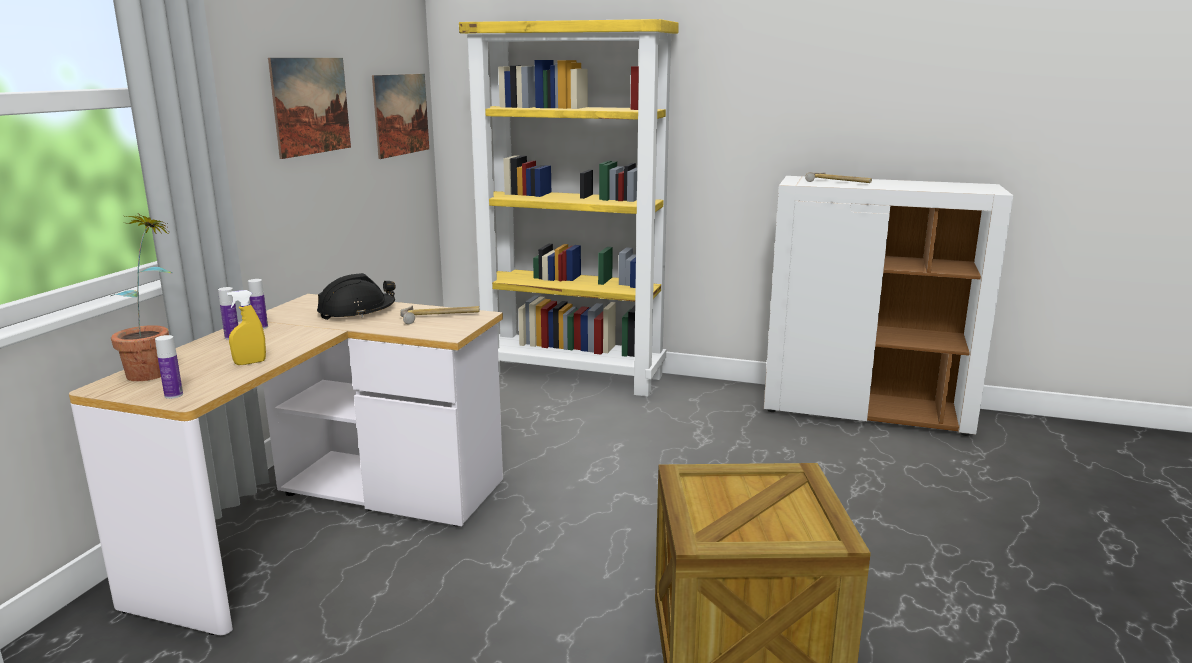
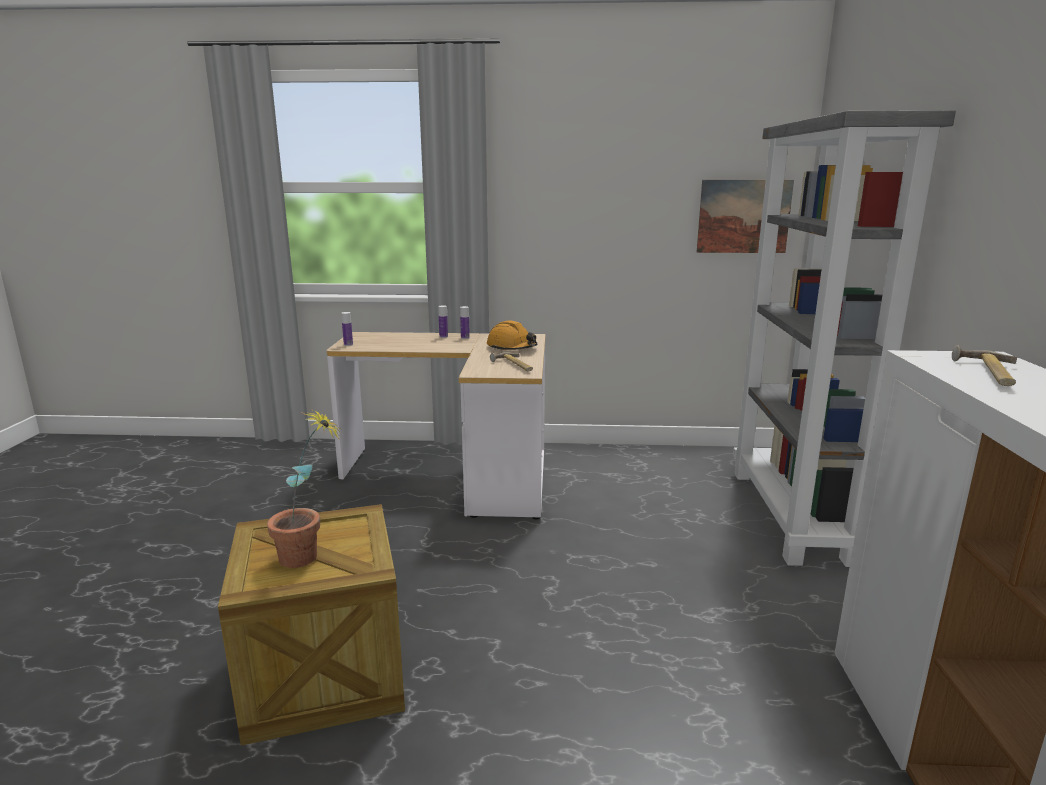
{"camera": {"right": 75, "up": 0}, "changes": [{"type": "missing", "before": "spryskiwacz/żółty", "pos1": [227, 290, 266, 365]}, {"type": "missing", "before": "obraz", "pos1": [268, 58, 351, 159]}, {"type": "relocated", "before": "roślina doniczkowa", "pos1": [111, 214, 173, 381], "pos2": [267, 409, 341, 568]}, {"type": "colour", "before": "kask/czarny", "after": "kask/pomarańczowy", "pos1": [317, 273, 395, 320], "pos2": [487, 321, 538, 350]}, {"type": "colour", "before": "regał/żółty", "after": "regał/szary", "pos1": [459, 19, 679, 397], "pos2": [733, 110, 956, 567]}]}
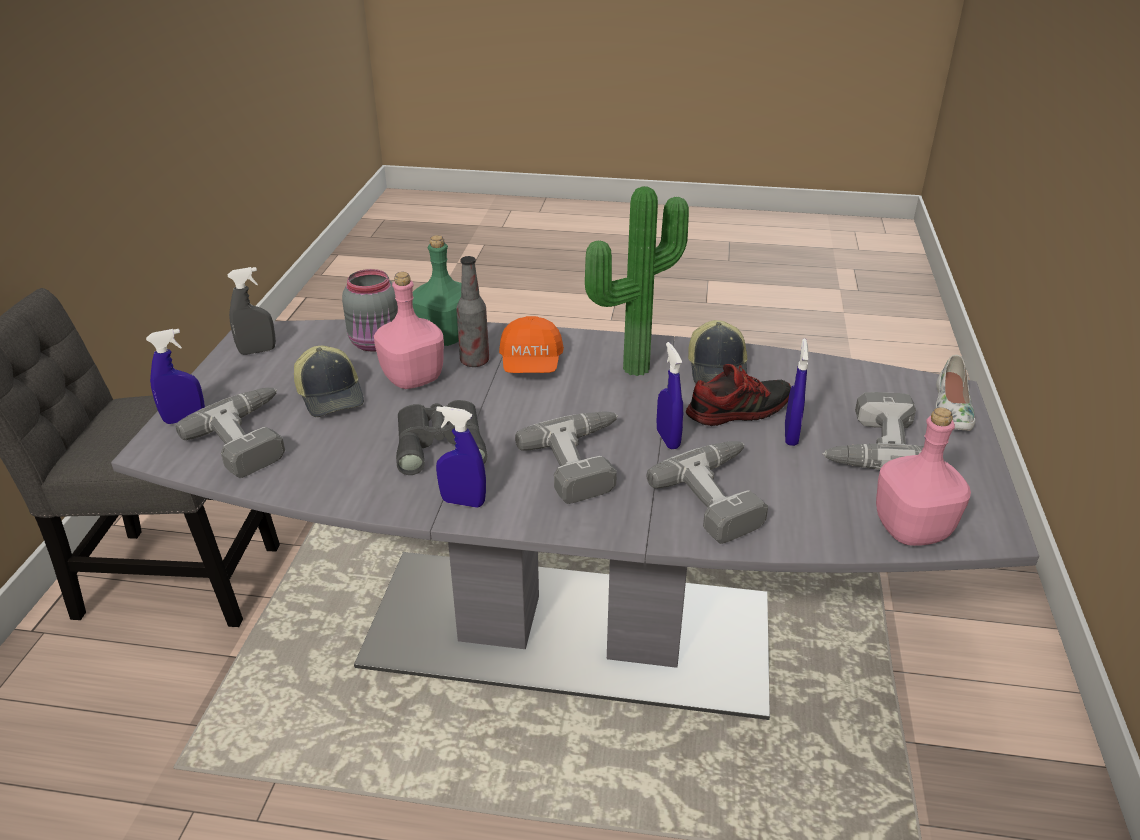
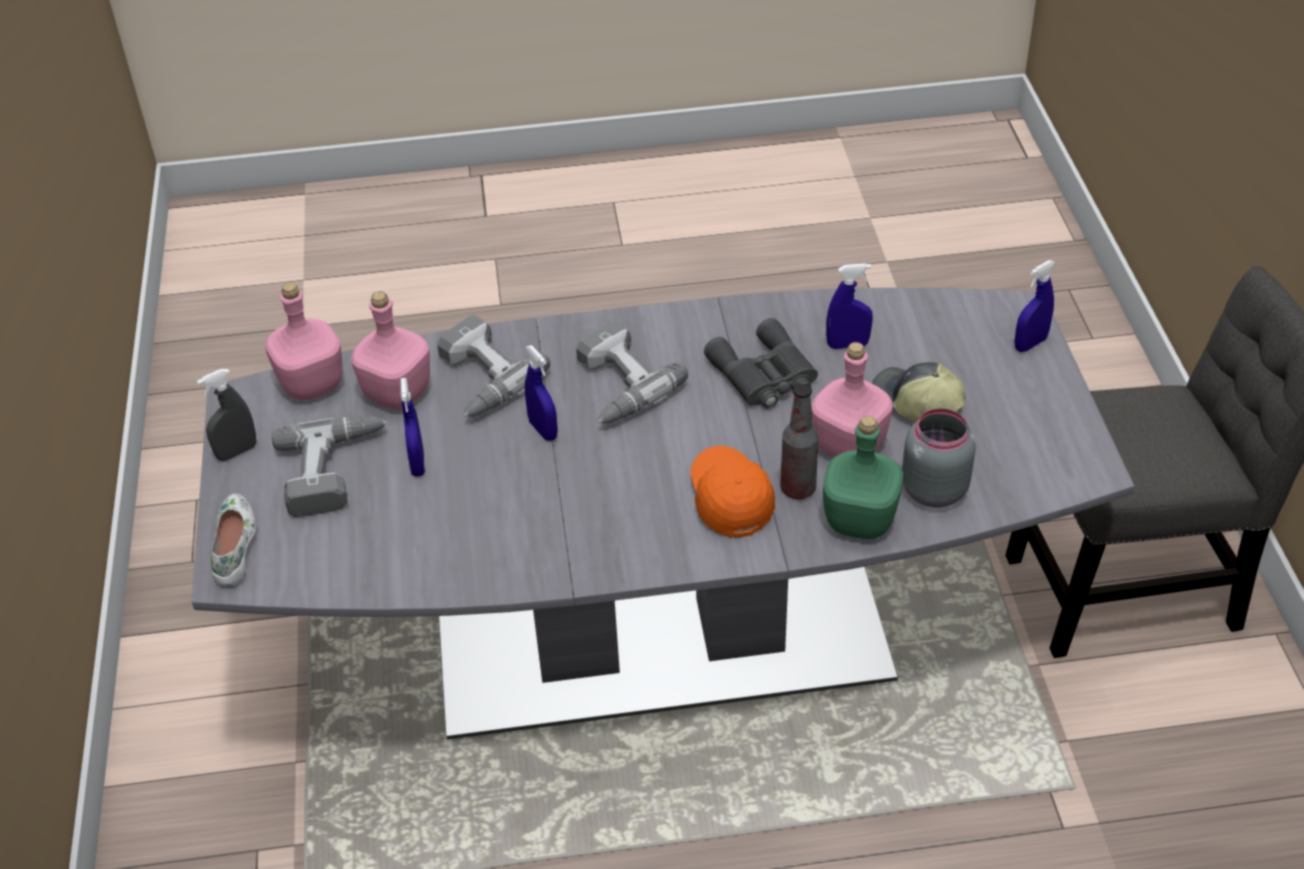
{"camera": {"right": 165, "up": 10}, "changes": [{"type": "missing", "before": "wiertarka", "pos1": [176, 388, 285, 478]}, {"type": "missing", "before": "roślina doniczkowa", "pos1": [585, 186, 689, 376]}, {"type": "missing", "before": "but", "pos1": [686, 364, 791, 426]}, {"type": "missing", "before": "czapka z daszkiem", "pos1": [688, 320, 747, 383]}, {"type": "appeared", "after": "butelka/różowy", "pos2": [351, 291, 430, 409]}, {"type": "relocated", "before": "spryskiwacz/szary", "pos1": [227, 267, 276, 355], "pos2": [197, 369, 256, 461]}, {"type": "relocated", "before": "spryskiwacz/niebieski", "pos1": [436, 406, 486, 508], "pos2": [826, 264, 873, 349]}]}
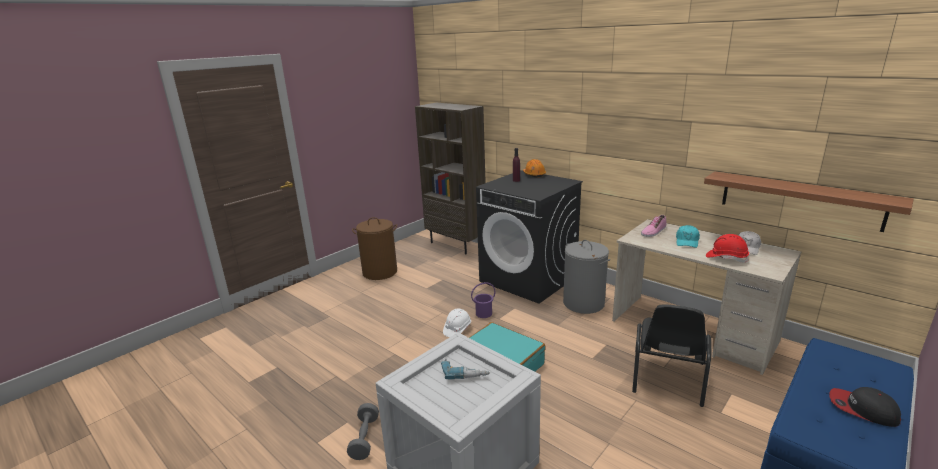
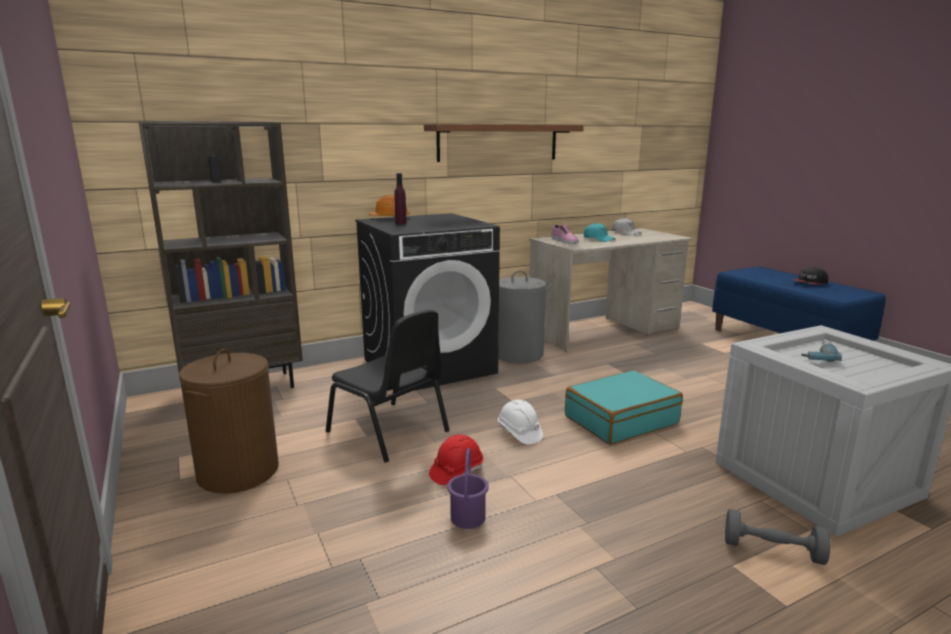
{"camera": {"right": -70, "up": -5}, "changes": [{"type": "relocated", "before": "wiadro/fioletowy", "pos1": [471, 282, 496, 318], "pos2": [447, 448, 489, 529]}, {"type": "relocated", "before": "krzesło/czarny", "pos1": [632, 304, 711, 407], "pos2": [326, 310, 449, 462]}, {"type": "relocated", "before": "półka", "pos1": [704, 172, 914, 232], "pos2": [424, 124, 584, 162]}, {"type": "relocated", "before": "kask/czerwony", "pos1": [706, 234, 749, 263], "pos2": [429, 434, 484, 485]}]}
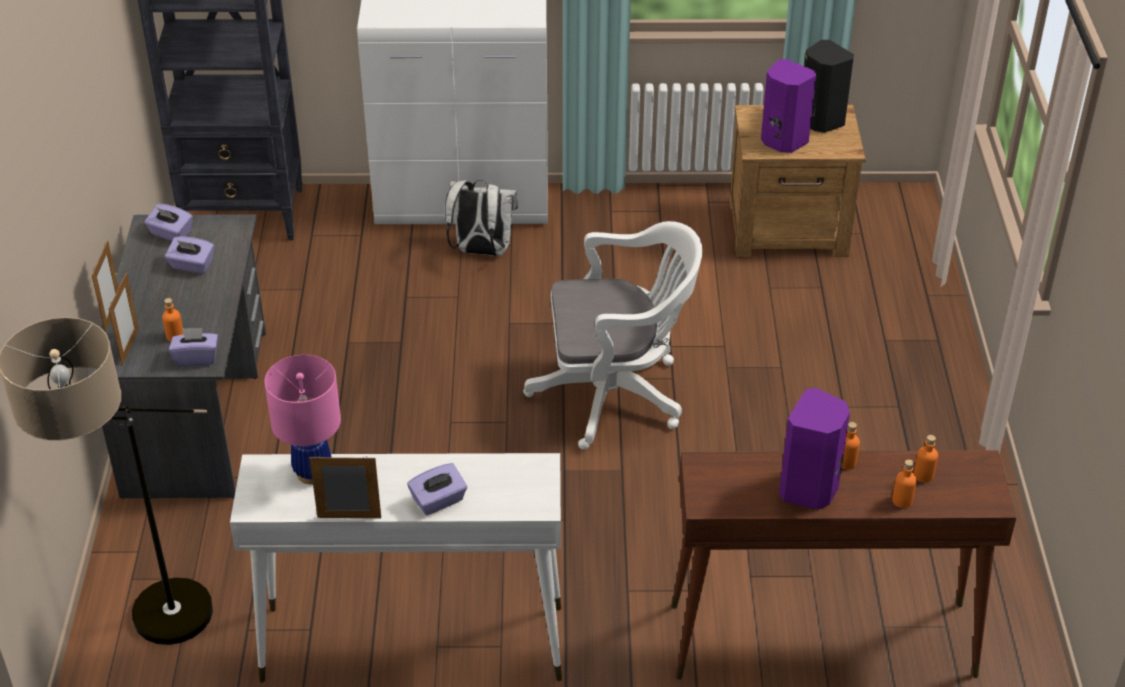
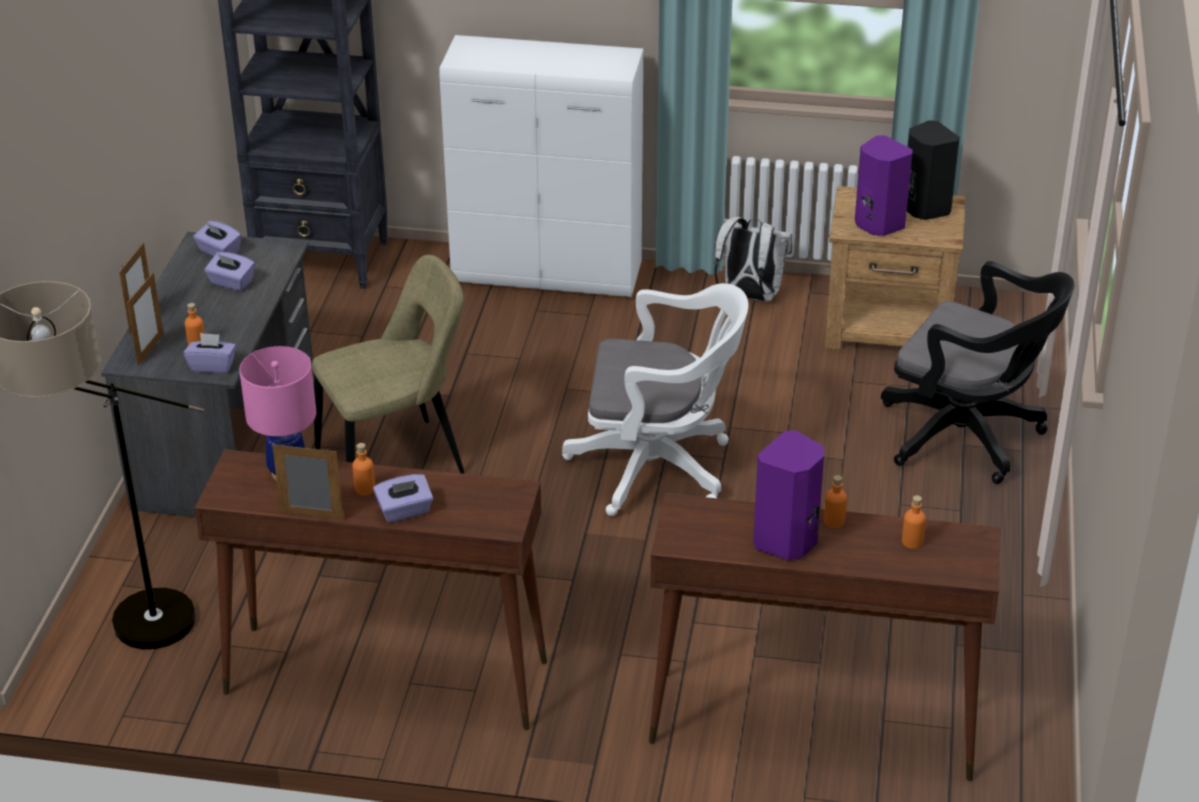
{"camera": {"right": 10, "up": -5}, "changes": [{"type": "appeared", "after": "krzesło/beżowy", "pos2": [312, 255, 465, 474]}, {"type": "appeared", "after": "krzesło biurowe/czarny", "pos2": [881, 261, 1075, 484]}, {"type": "relocated", "before": "plecak/biały", "pos1": [445, 180, 518, 256], "pos2": [714, 217, 792, 301]}, {"type": "relocated", "before": "butelka/pomarańczowy", "pos1": [892, 459, 917, 508], "pos2": [352, 443, 375, 495]}, {"type": "colour", "before": "stolik konsolowy/biały", "after": "stolik konsolowy/brązowy", "pos1": [230, 453, 562, 683], "pos2": [194, 450, 547, 730]}]}
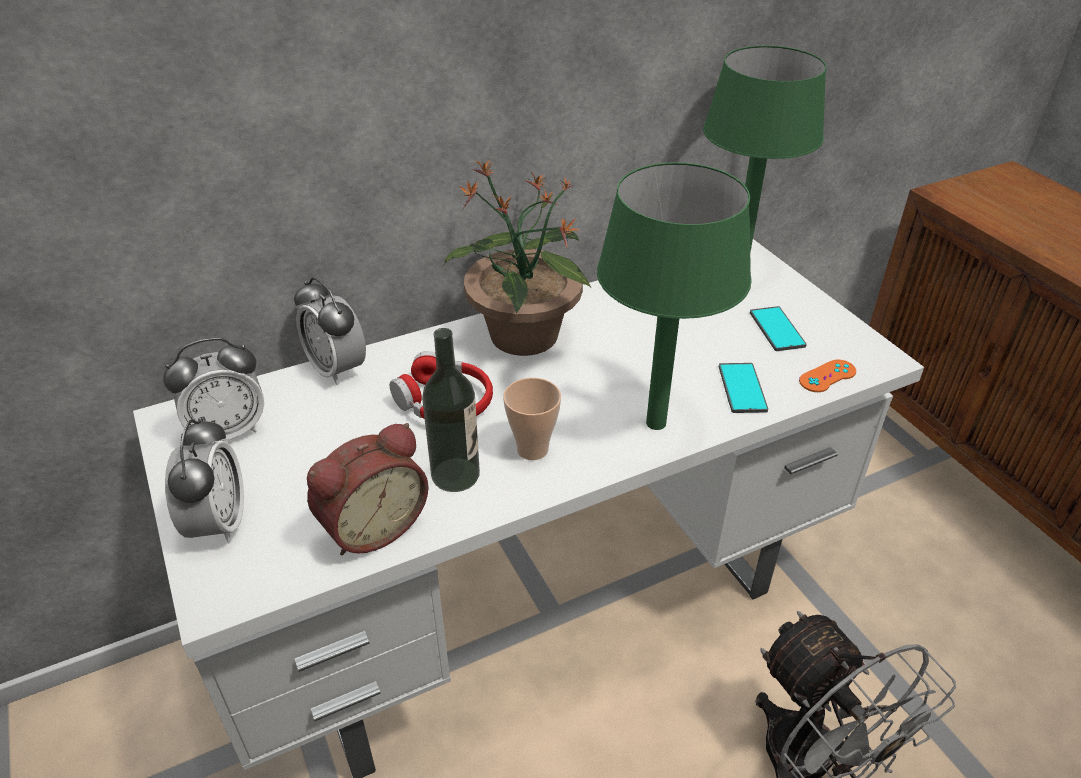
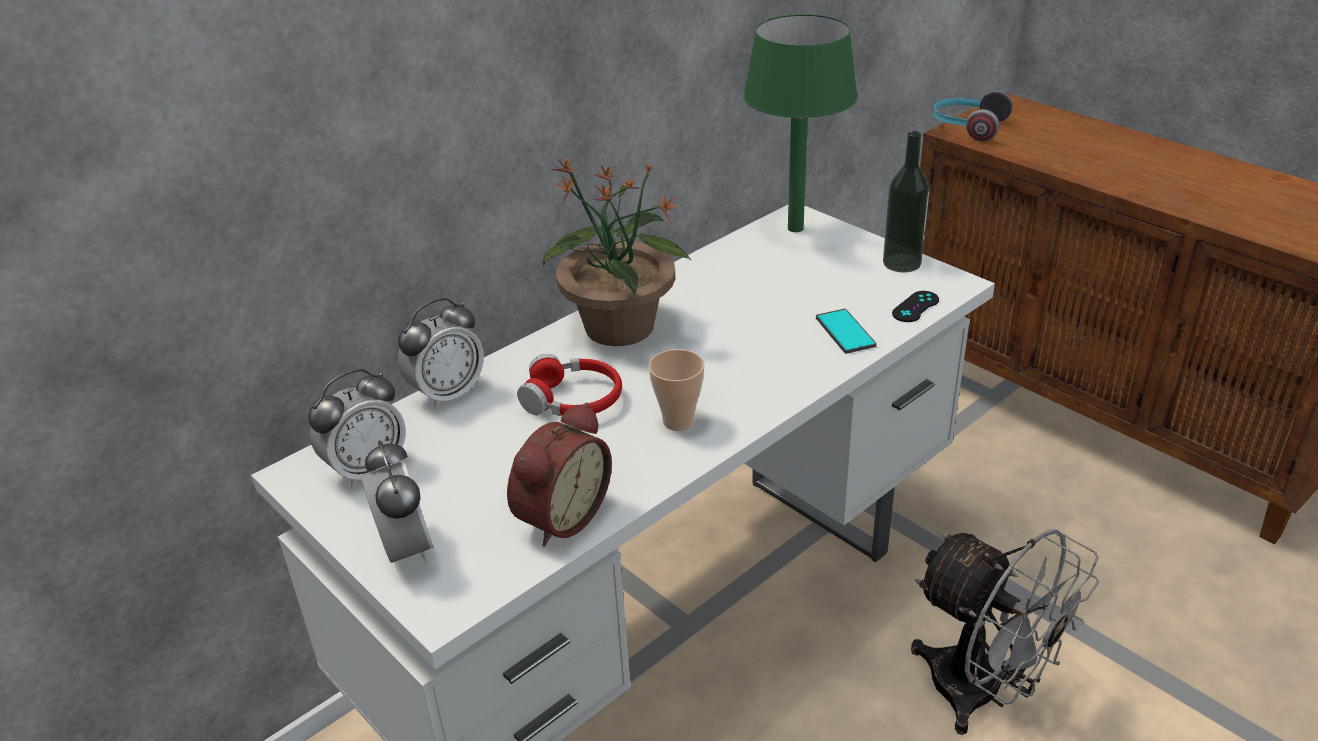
{"camera": {"right": -15, "up": -5}, "changes": [{"type": "missing", "before": "lampa stołowa/zielony", "pos1": [597, 162, 752, 430]}, {"type": "missing", "before": "telefon", "pos1": [750, 306, 807, 351]}, {"type": "appeared", "after": "słuchawki", "pos2": [933, 91, 1012, 141]}, {"type": "relocated", "before": "butelka", "pos1": [422, 328, 480, 492], "pos2": [883, 131, 930, 273]}, {"type": "colour", "before": "pad do gier/pomarańczowy", "after": "pad do gier/czarny", "pos1": [799, 359, 856, 392], "pos2": [892, 291, 939, 322]}, {"type": "spun", "before": "budzik", "pos1": [294, 277, 366, 385], "pos2": [398, 298, 484, 409], "turn": -75}]}
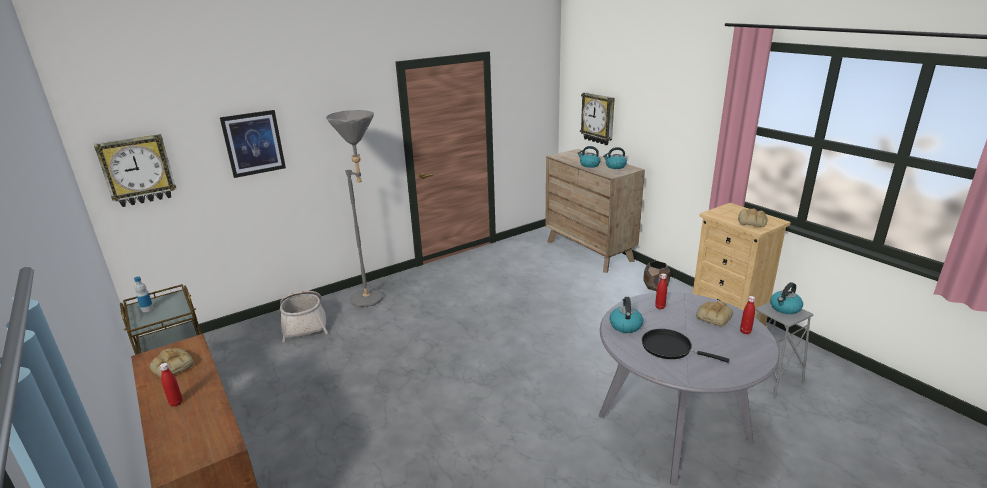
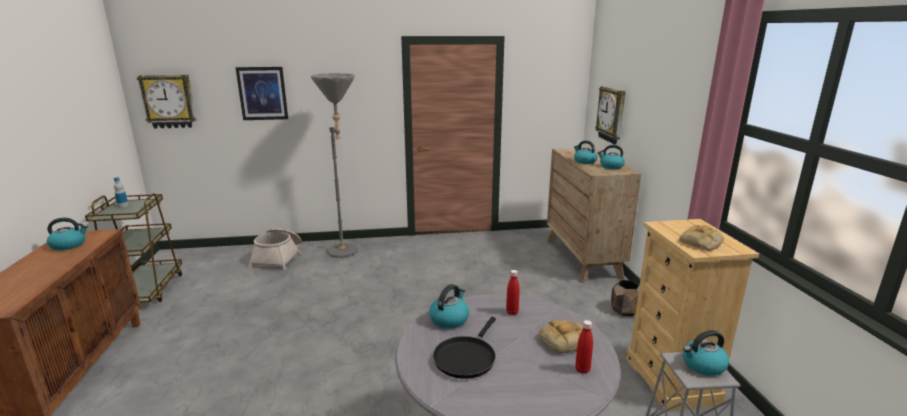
{"camera": {"right": 25, "up": -5}, "changes": [{"type": "missing", "before": "butelka/czerwony", "pos1": [159, 363, 183, 407]}, {"type": "exchanged", "before": "chleb", "after": "czajnik", "pos1": [150, 348, 194, 378], "pos2": [47, 218, 88, 250]}, {"type": "spun", "before": "patelnia/czarny", "pos1": [642, 329, 730, 363], "pos2": [433, 317, 496, 379], "turn": -120}]}
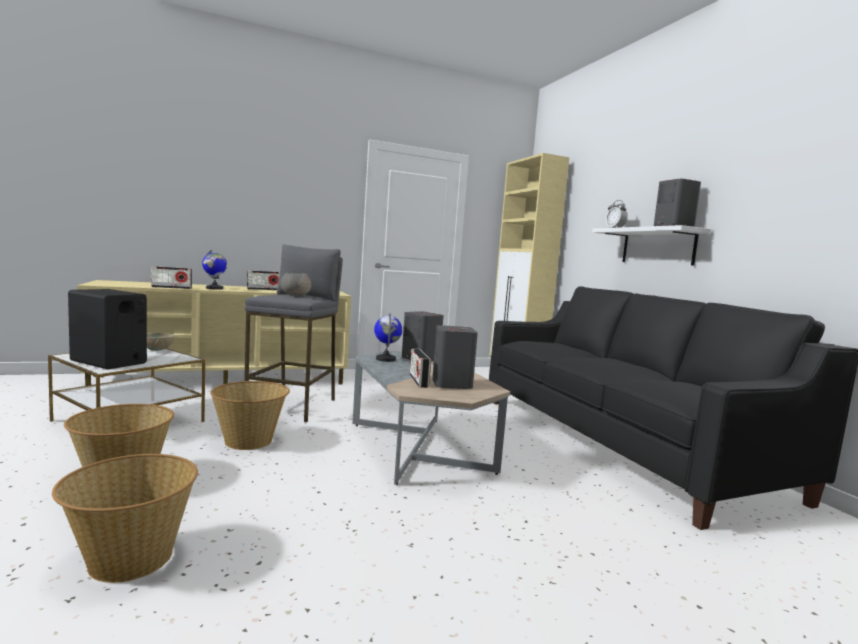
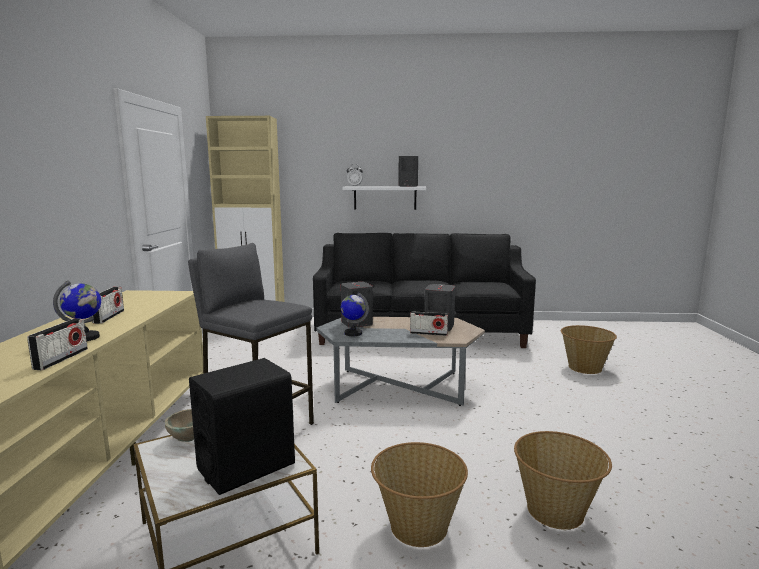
{"camera": {"right": -65, "up": 5}, "changes": [{"type": "missing", "before": "miska/szary", "pos1": [281, 273, 312, 296]}, {"type": "relocated", "before": "koszyk", "pos1": [210, 381, 290, 450], "pos2": [561, 325, 617, 374]}]}
